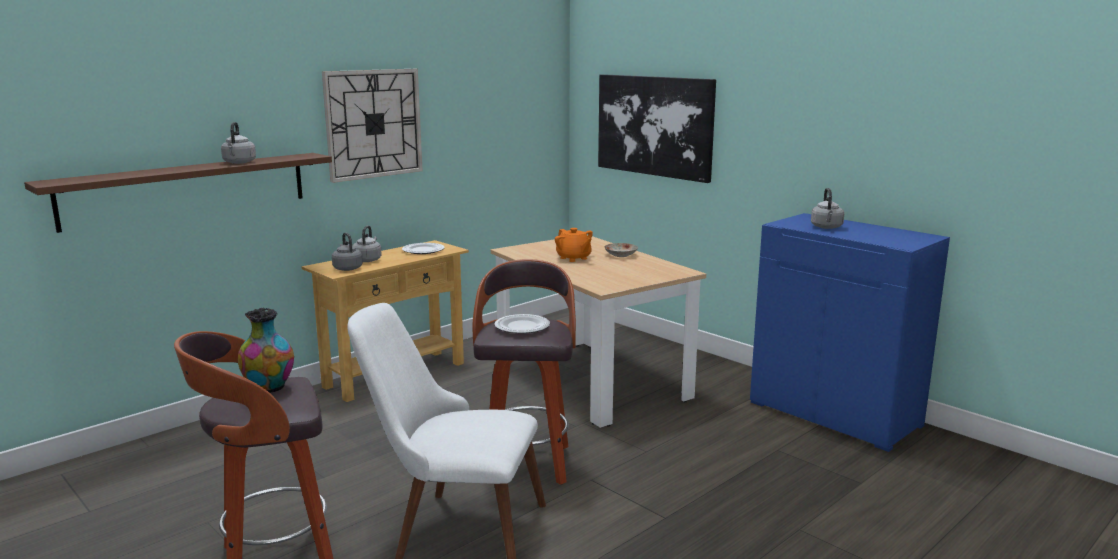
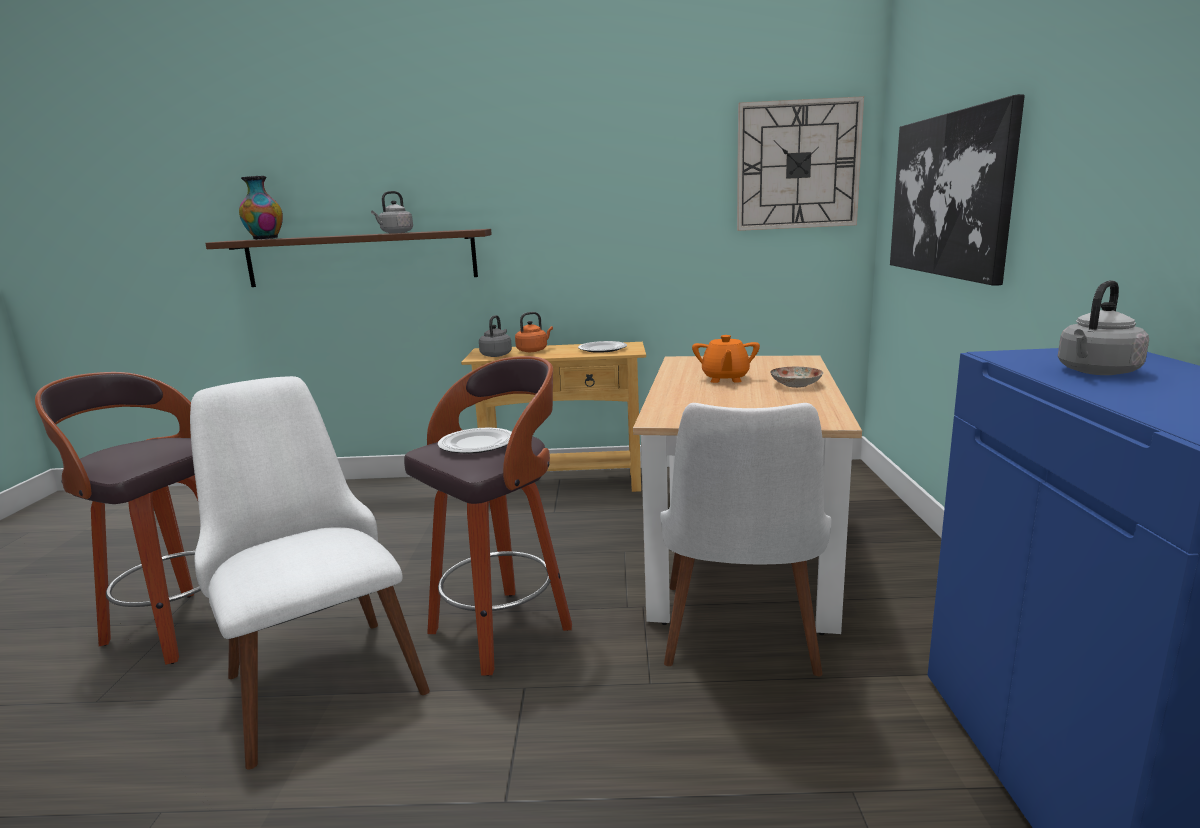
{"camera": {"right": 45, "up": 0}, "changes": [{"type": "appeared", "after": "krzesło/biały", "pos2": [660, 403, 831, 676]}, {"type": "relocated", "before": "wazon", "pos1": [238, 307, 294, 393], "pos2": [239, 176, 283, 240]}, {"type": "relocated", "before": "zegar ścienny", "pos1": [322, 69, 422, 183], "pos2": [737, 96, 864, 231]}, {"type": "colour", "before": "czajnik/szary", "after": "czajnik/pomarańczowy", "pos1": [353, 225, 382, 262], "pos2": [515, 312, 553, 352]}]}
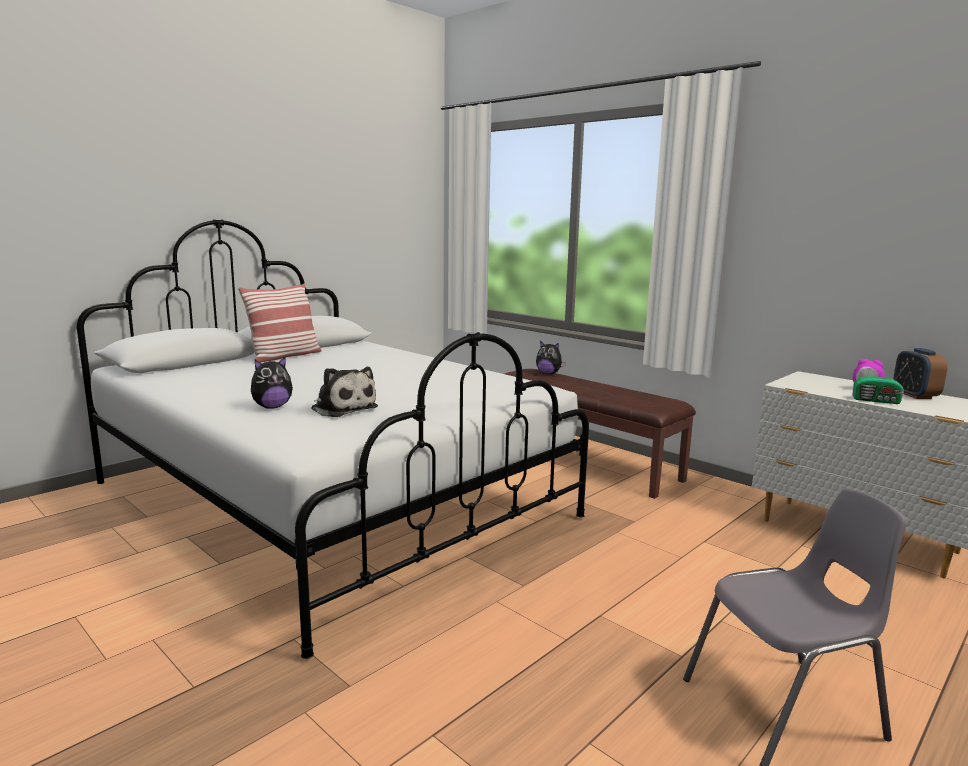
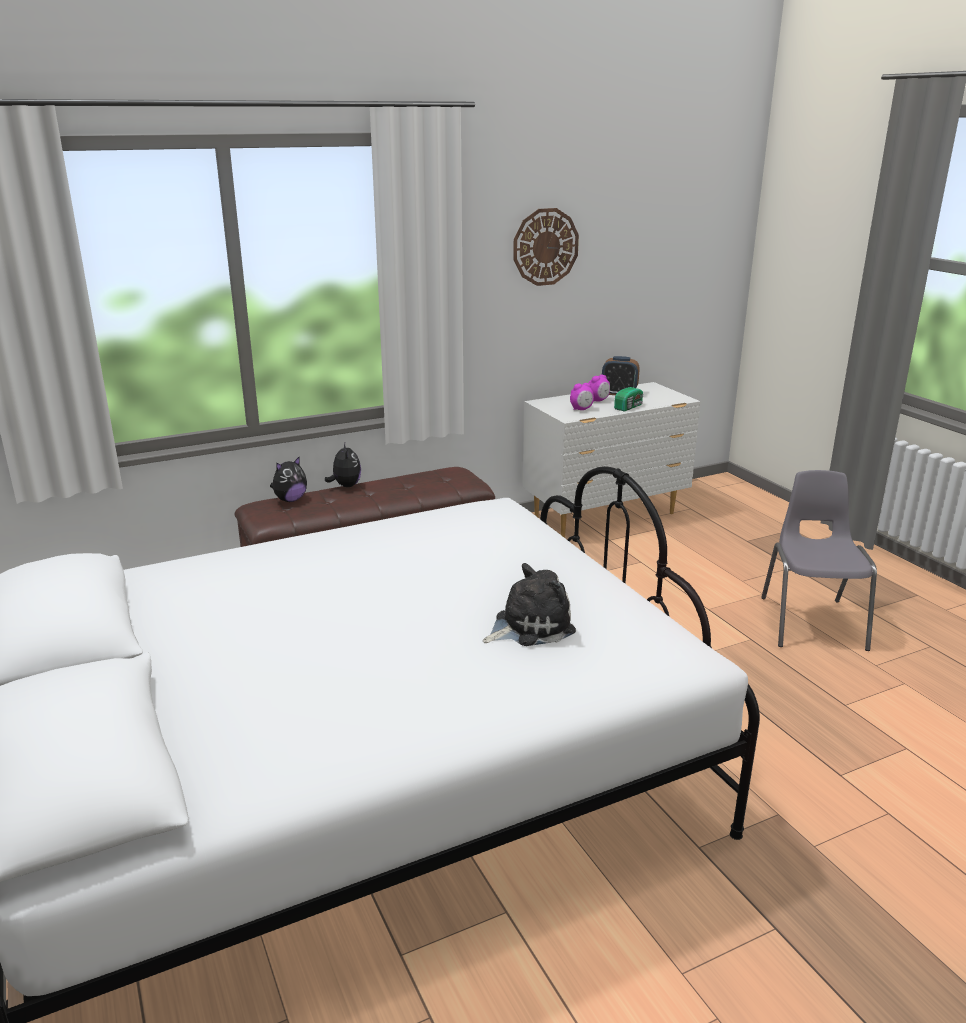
{"camera": {"right": -70, "up": 10}, "changes": [{"type": "missing", "before": "poduszka", "pos1": [238, 284, 322, 363]}, {"type": "appeared", "after": "zegar ścienny", "pos2": [513, 208, 579, 286]}, {"type": "appeared", "after": "budzik", "pos2": [570, 383, 594, 410]}, {"type": "relocated", "before": "pluszak", "pos1": [251, 356, 293, 409], "pos2": [325, 443, 361, 487]}]}
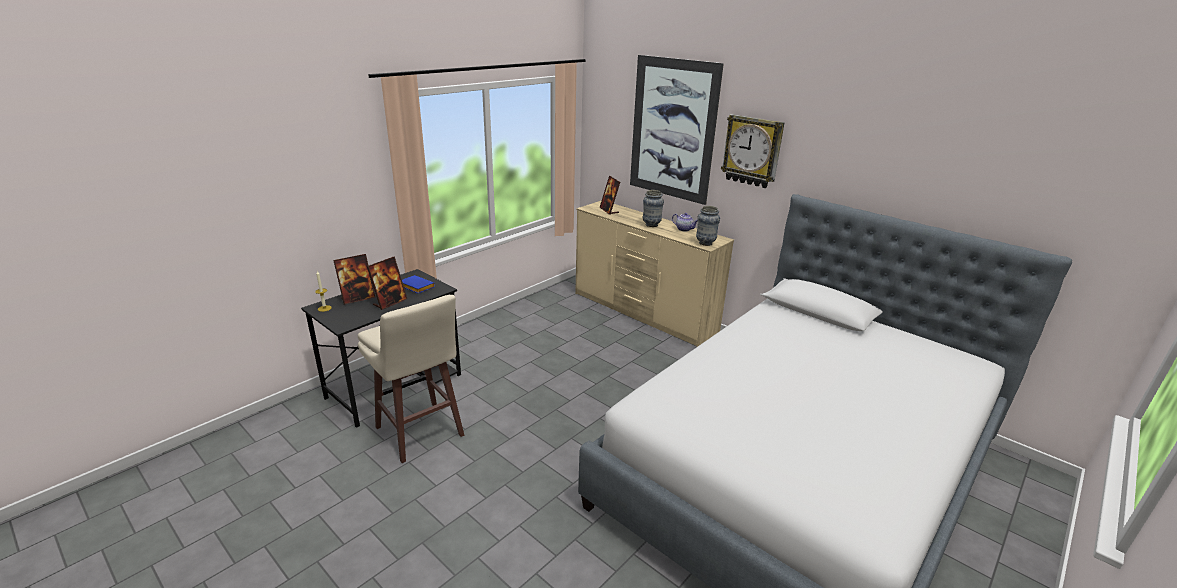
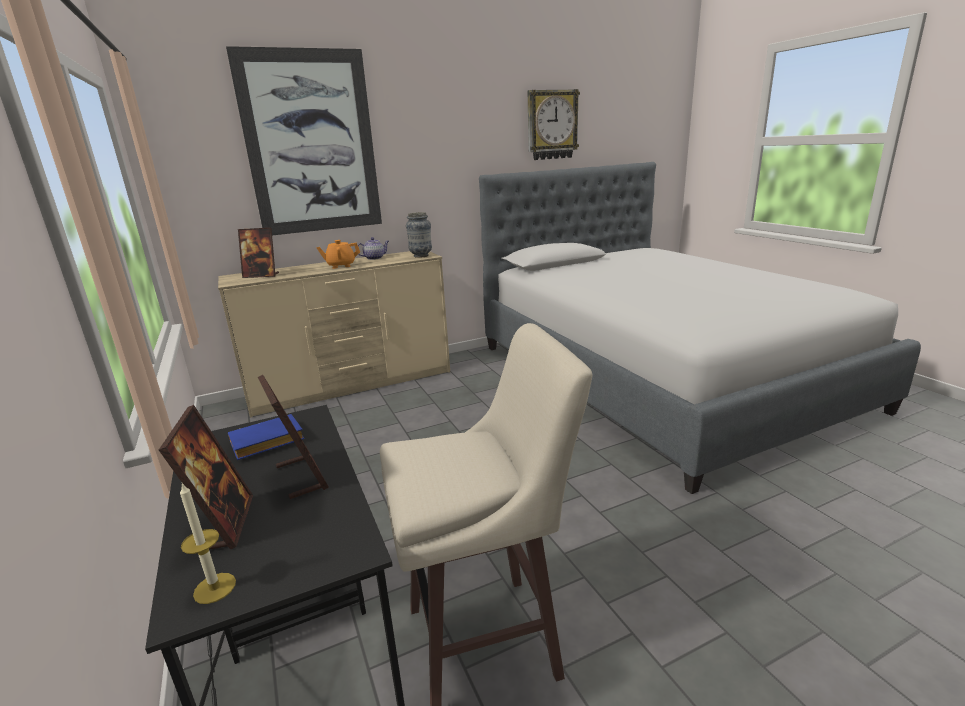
{"camera": {"right": -65, "up": -5}, "changes": [{"type": "relocated", "before": "zegar ścienny", "pos1": [721, 114, 784, 188], "pos2": [528, 89, 580, 160]}, {"type": "exchanged", "before": "wazon", "after": "imbryk/pomarańczowy", "pos1": [643, 190, 664, 227], "pos2": [316, 240, 360, 269]}]}
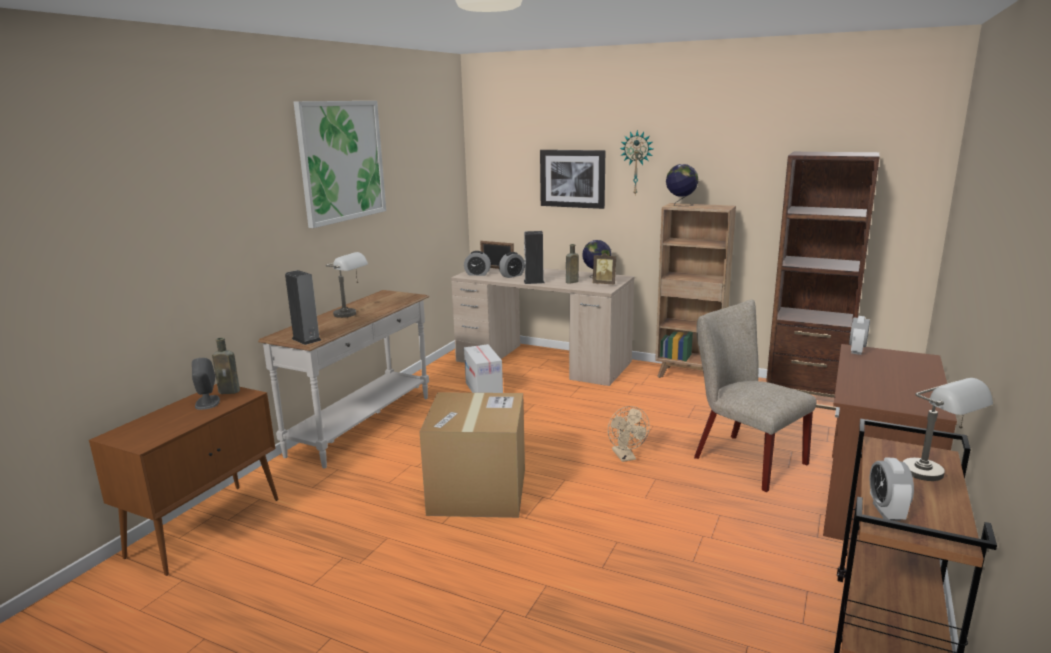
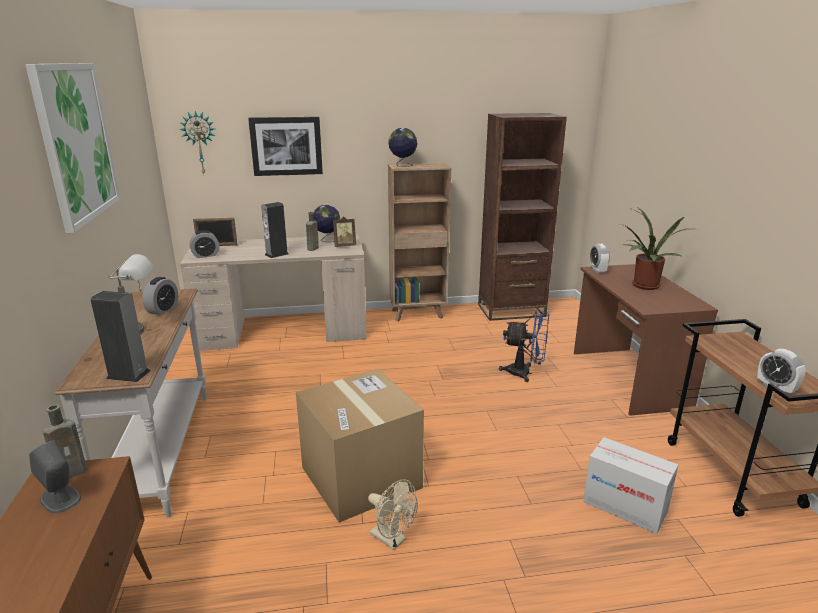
{"camera": {"right": -35, "up": 5}, "changes": [{"type": "missing", "before": "lampa stołowa/szary", "pos1": [903, 378, 993, 481]}, {"type": "appeared", "after": "roślina doniczkowa", "pos2": [620, 206, 693, 290]}, {"type": "relocated", "before": "karton", "pos1": [464, 344, 503, 393], "pos2": [583, 437, 678, 534]}, {"type": "relocated", "before": "budzik", "pos1": [499, 252, 525, 278], "pos2": [142, 277, 178, 315]}, {"type": "relocated", "before": "wentylator/beżowy", "pos1": [608, 406, 650, 462], "pos2": [368, 479, 418, 550]}, {"type": "relocated", "before": "zegar ścienny", "pos1": [620, 130, 653, 195], "pos2": [179, 111, 215, 174]}, {"type": "exchanged", "before": "krzesło/beżowy", "after": "wentylator/niebieski", "pos1": [694, 300, 817, 492], "pos2": [499, 311, 549, 382]}]}
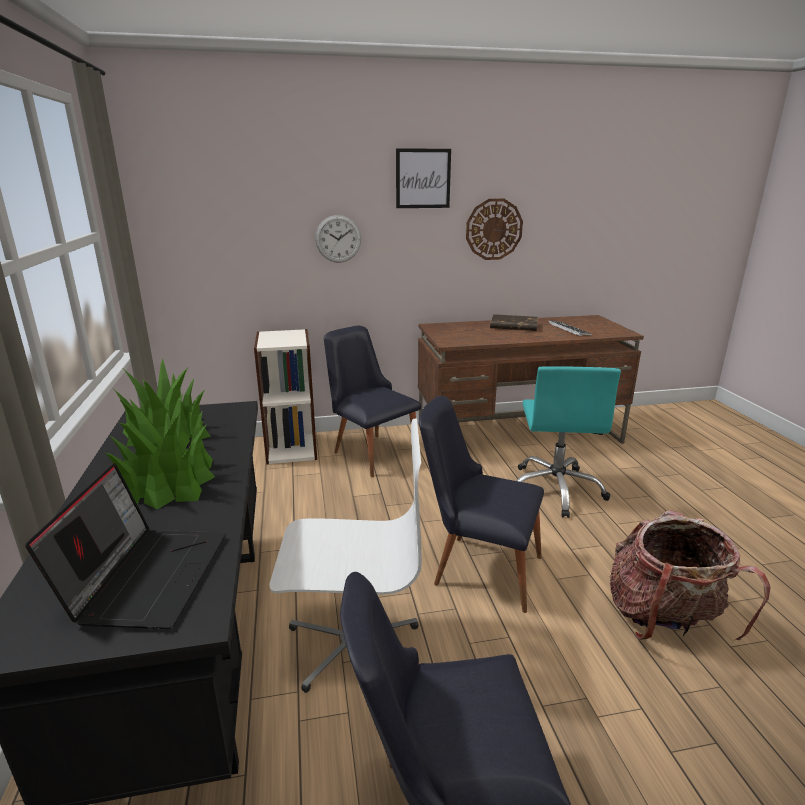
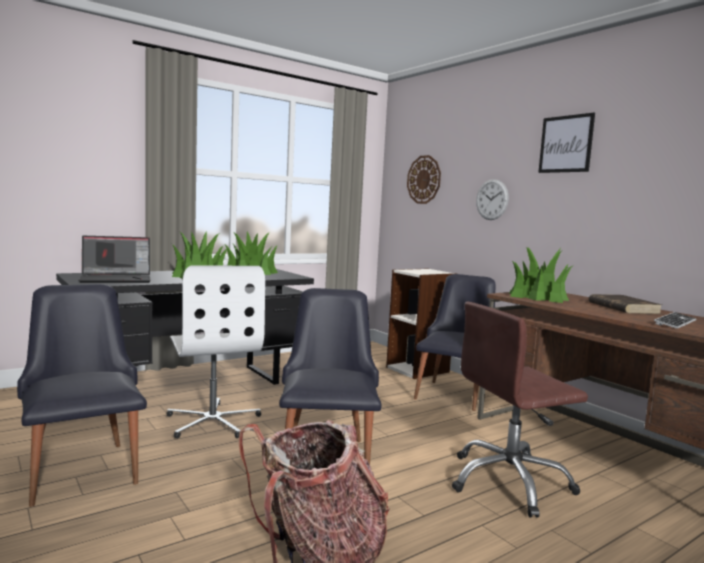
{"camera": {"right": 65, "up": -15}, "changes": [{"type": "appeared", "after": "roślina doniczkowa", "pos2": [509, 248, 572, 303]}, {"type": "relocated", "before": "zegar ścienny", "pos1": [466, 199, 523, 260], "pos2": [407, 155, 441, 204]}, {"type": "colour", "before": "krzesło biurowe/turkusowy", "after": "krzesło biurowe/brązowy", "pos1": [516, 366, 621, 518], "pos2": [452, 302, 588, 518]}]}
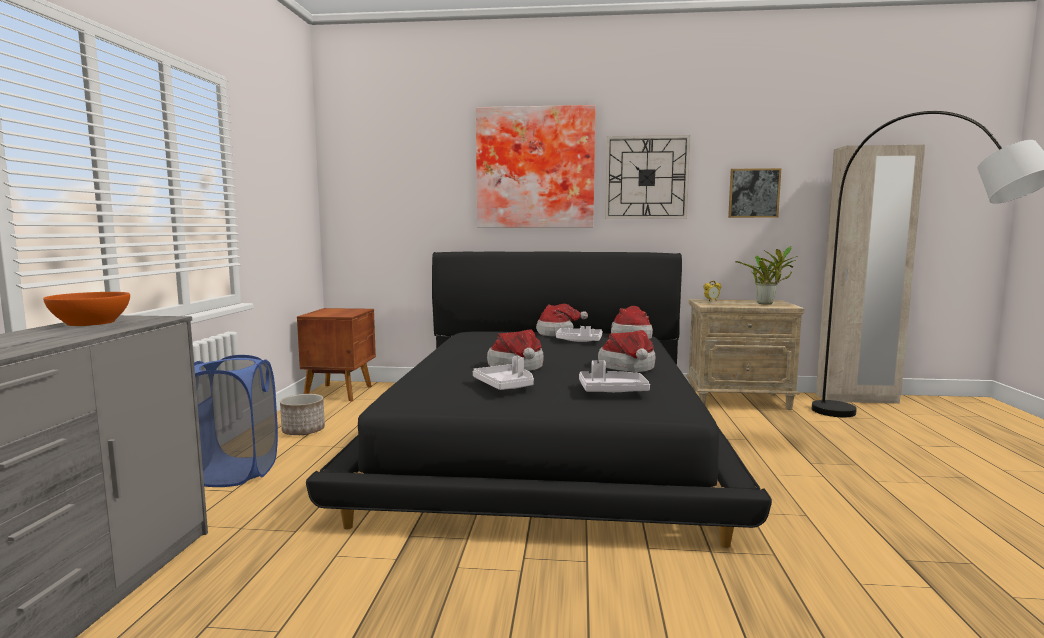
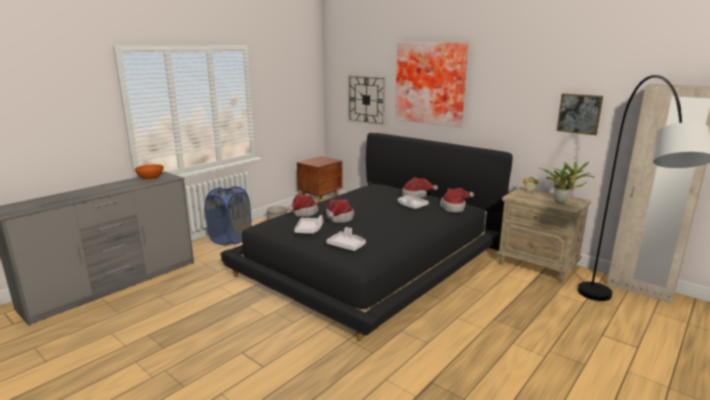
{"camera": {"right": 35, "up": 10}, "changes": [{"type": "relocated", "before": "kapelusz", "pos1": [598, 330, 656, 372], "pos2": [287, 194, 318, 217]}, {"type": "relocated", "before": "zegar ścienny", "pos1": [605, 135, 690, 219], "pos2": [348, 75, 386, 126]}]}
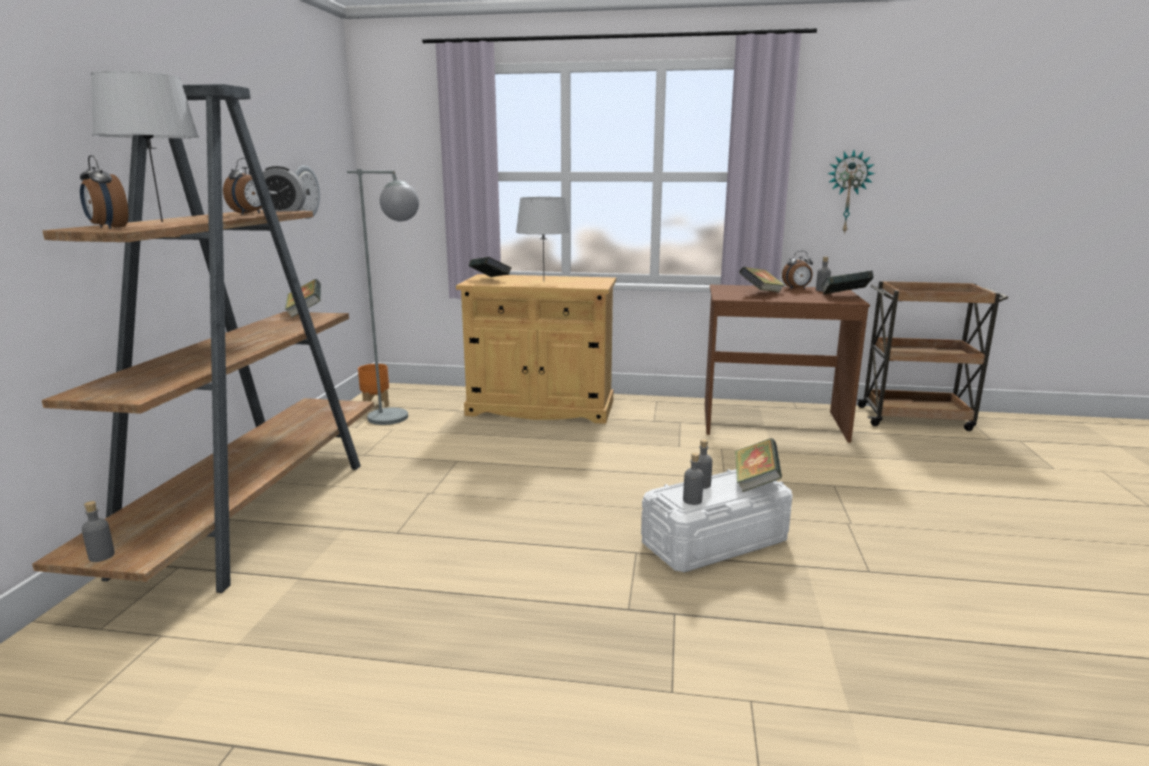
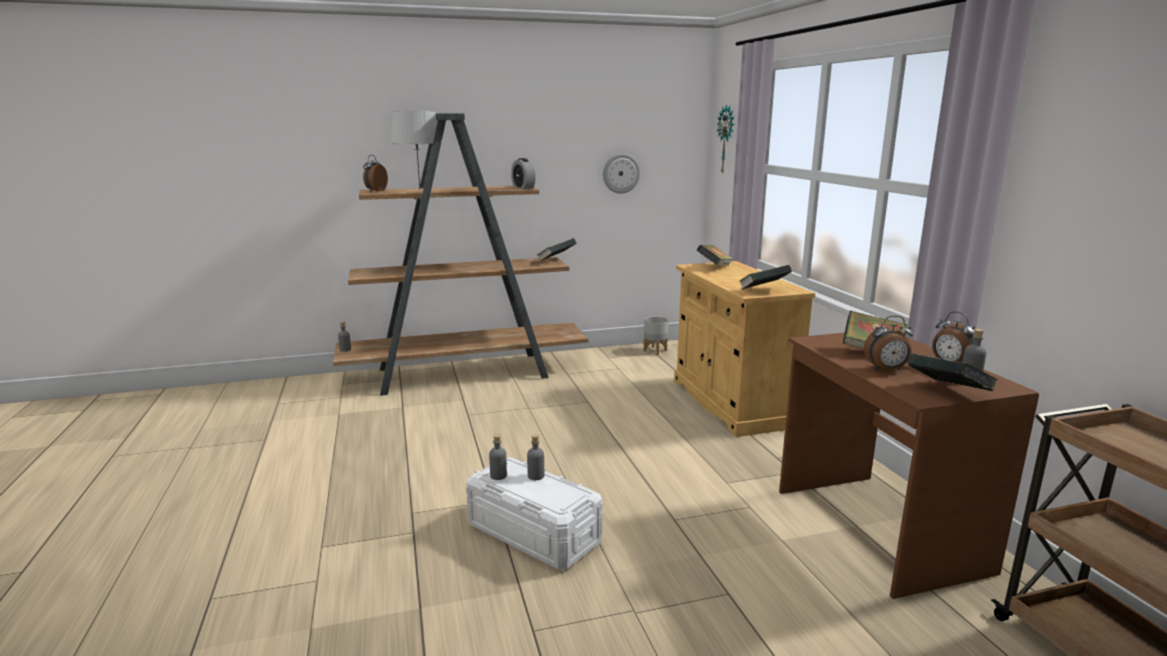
{"camera": {"right": 65, "up": 0}, "changes": [{"type": "missing", "before": "lampa stojąca/szary", "pos1": [347, 169, 419, 425]}, {"type": "missing", "before": "lampa stołowa/szary", "pos1": [516, 197, 571, 272]}, {"type": "relocated", "before": "budzik", "pos1": [223, 158, 262, 214], "pos2": [864, 316, 913, 371]}, {"type": "relocated", "before": "książka", "pos1": [735, 438, 782, 492], "pos2": [740, 265, 792, 290]}, {"type": "relocated", "before": "zegar ścienny", "pos1": [827, 150, 875, 234], "pos2": [717, 104, 735, 175]}, {"type": "colour", "before": "donica/pomarańczowy", "after": "donica/szary", "pos1": [358, 364, 389, 407], "pos2": [644, 316, 668, 355]}]}
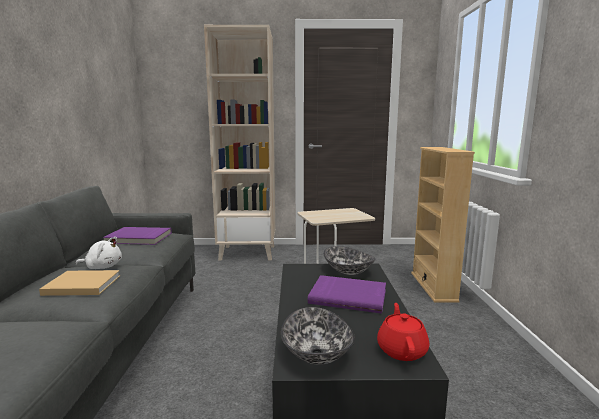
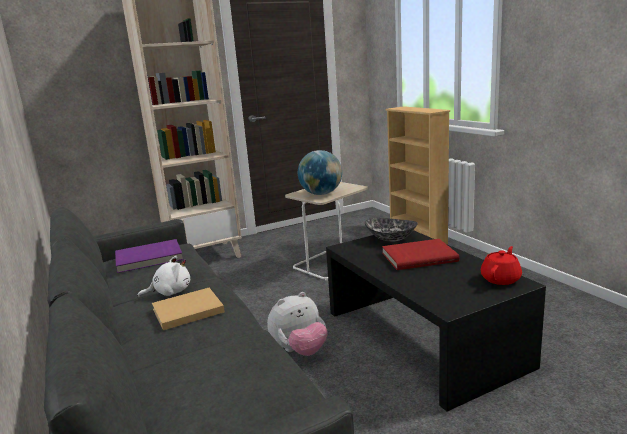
{"camera": {"right": -25, "up": 5}, "changes": [{"type": "missing", "before": "miska", "pos1": [281, 307, 355, 365]}, {"type": "appeared", "after": "pluszak", "pos2": [267, 292, 328, 356]}, {"type": "appeared", "after": "globus", "pos2": [298, 150, 342, 195]}, {"type": "colour", "before": "książka/fioletowy", "after": "książka/czerwony", "pos1": [308, 275, 386, 314], "pos2": [382, 239, 459, 270]}, {"type": "spun", "before": "imbryk/czerwony", "pos1": [377, 303, 429, 361], "pos2": [481, 246, 522, 285], "turn": 60}]}
